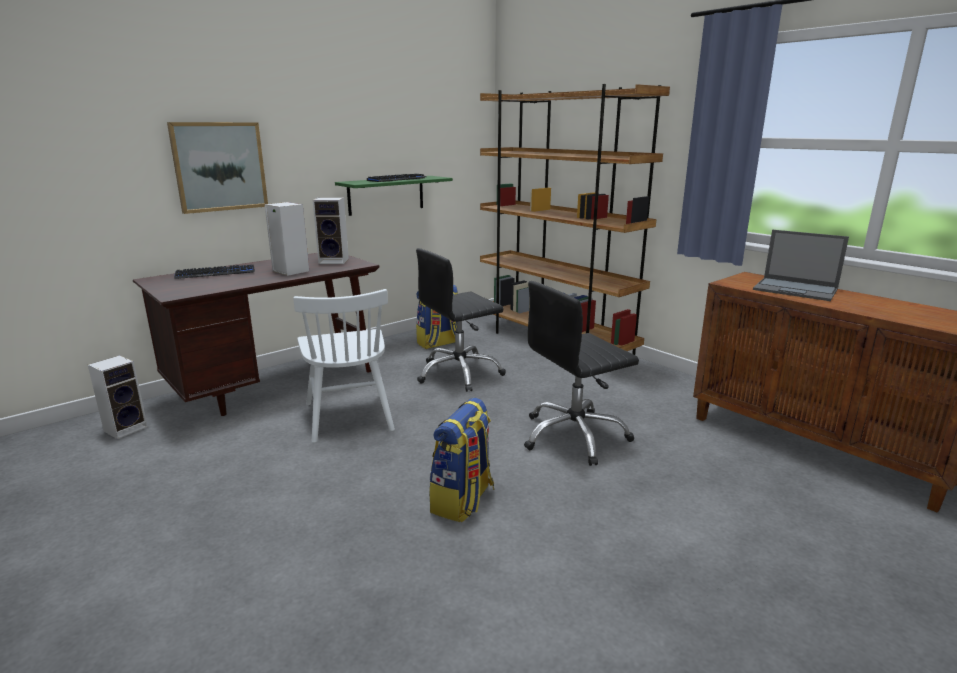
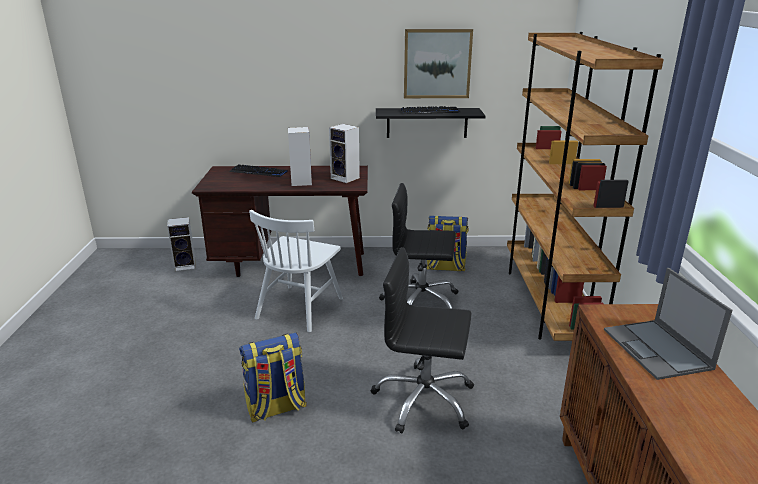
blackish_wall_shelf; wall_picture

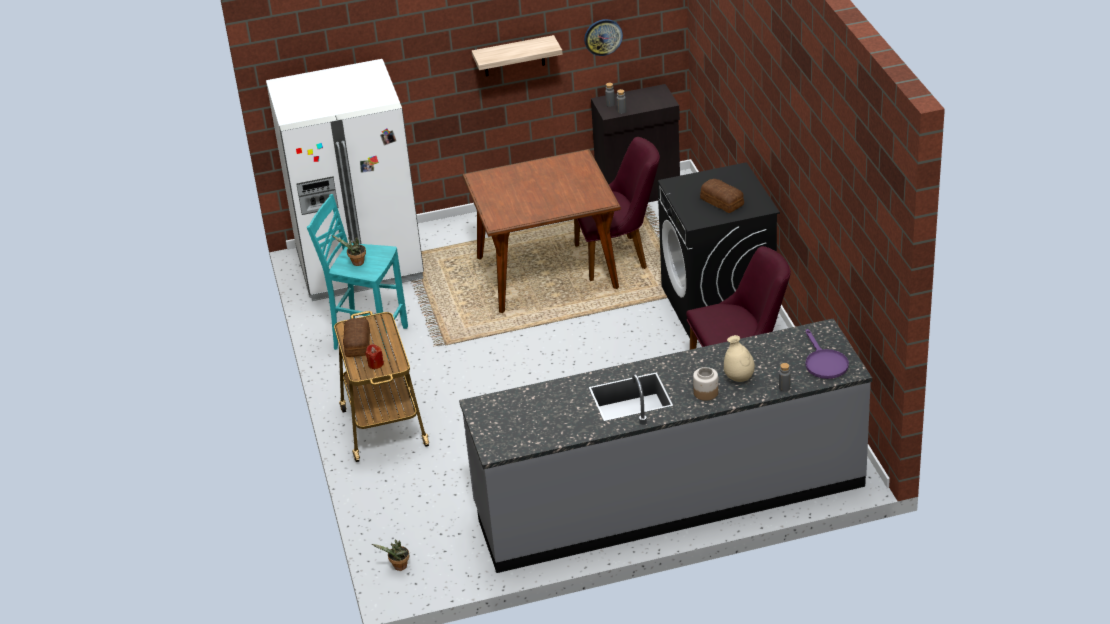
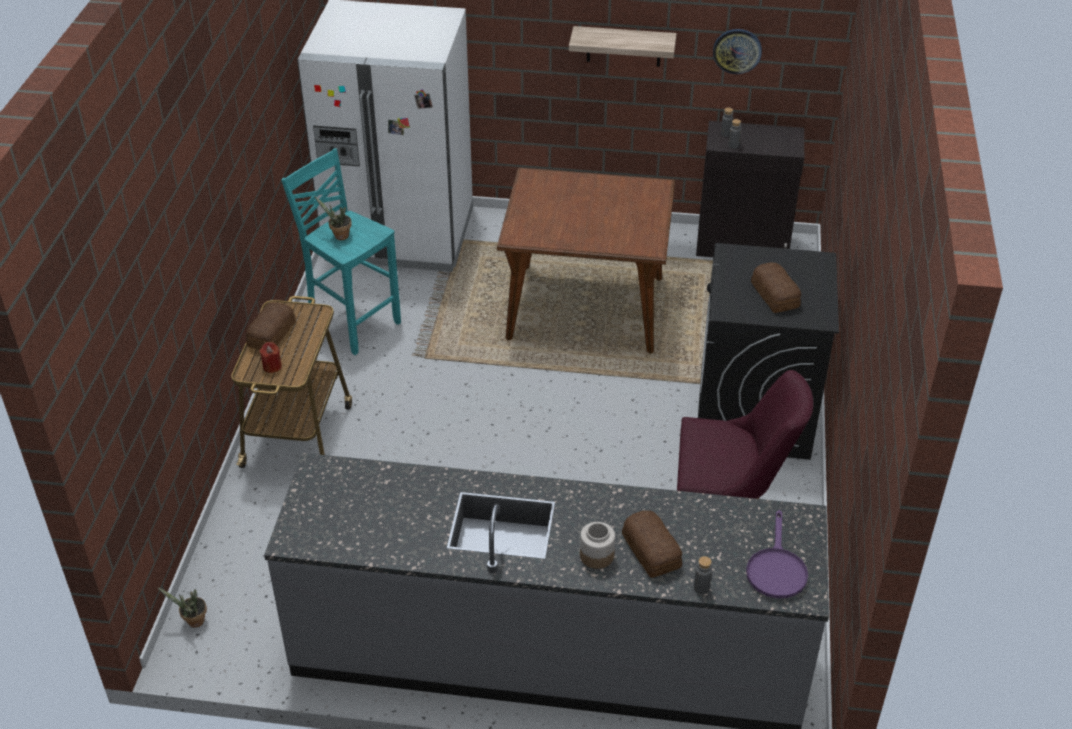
bakery_bread (2nd from left); purplish_upright_chair (1st from left in the first image)

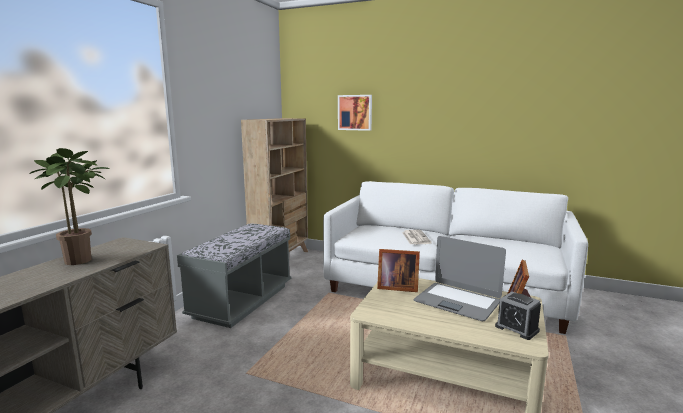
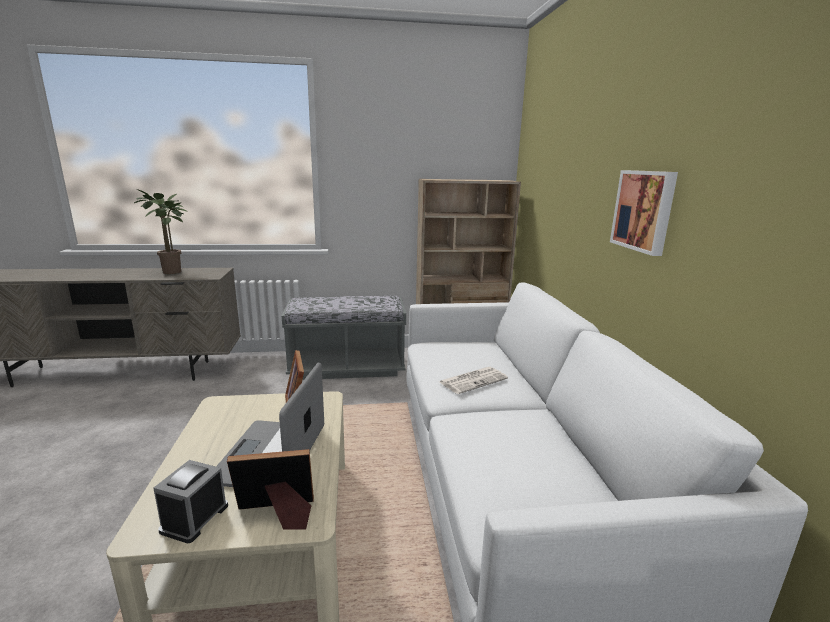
wall_picture

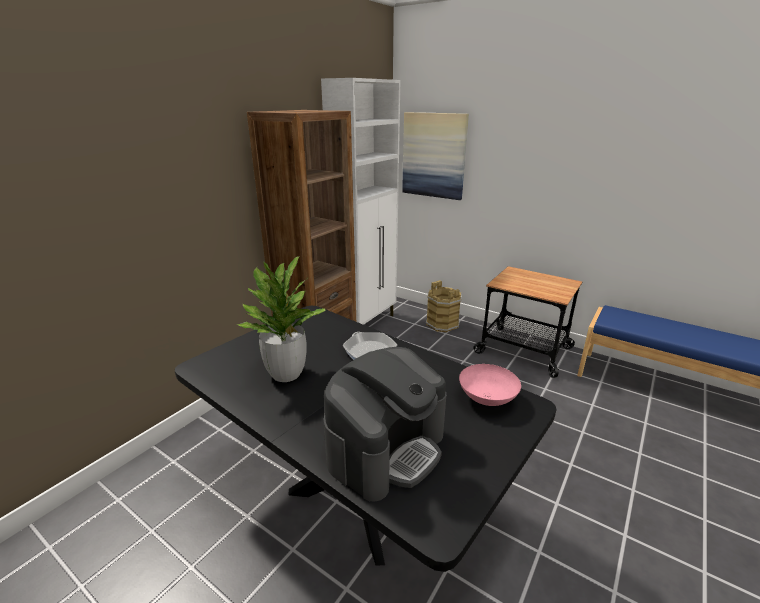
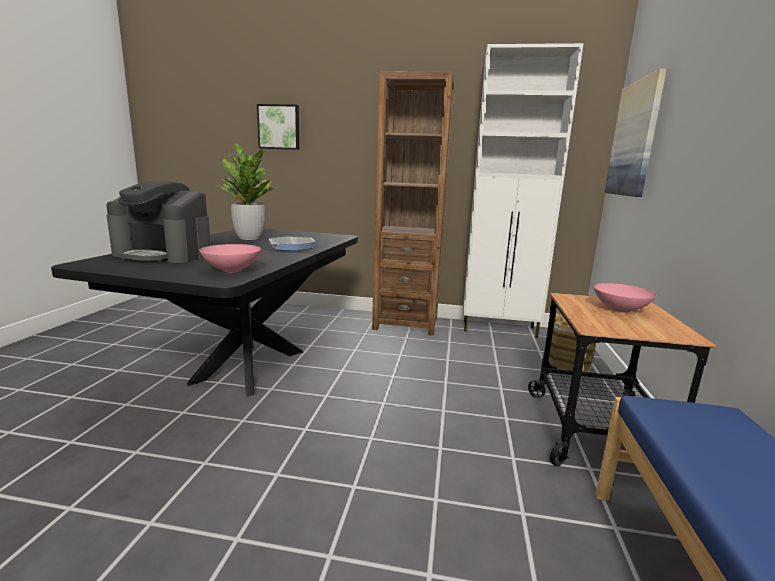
wall_picture (1st from left); pink-coloured_bowl (2nd from left)

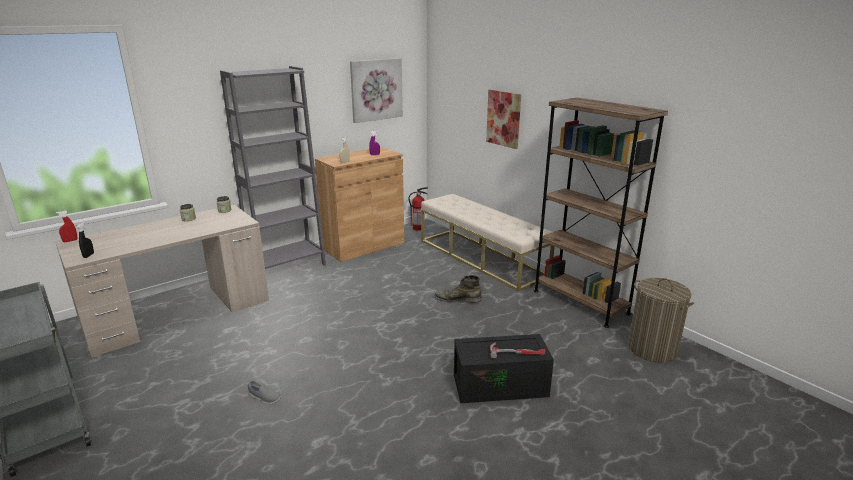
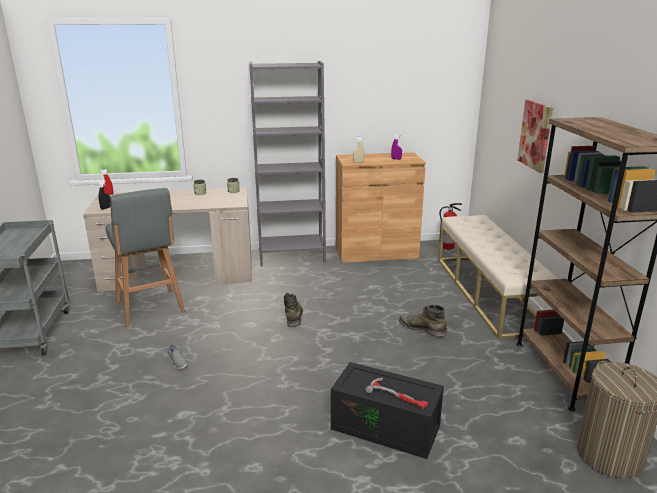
greyish_stool_seat; green_tall_boot (1st from left); wall_picture (1st from left in the first image)

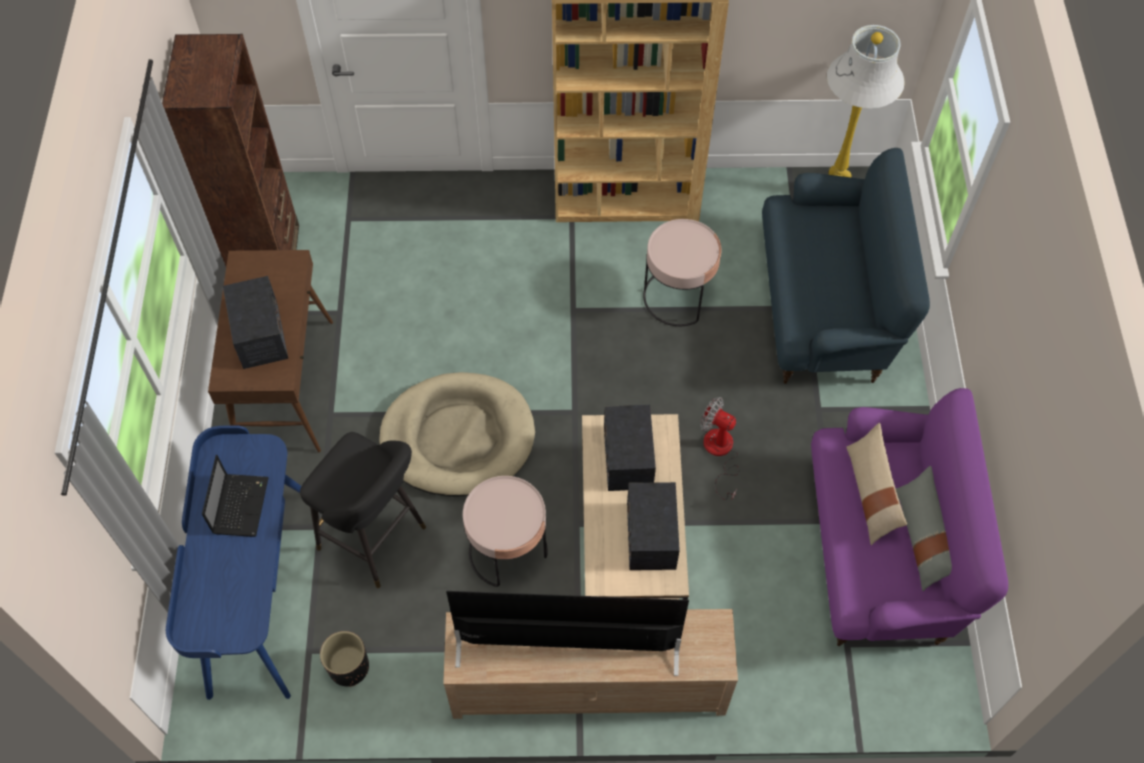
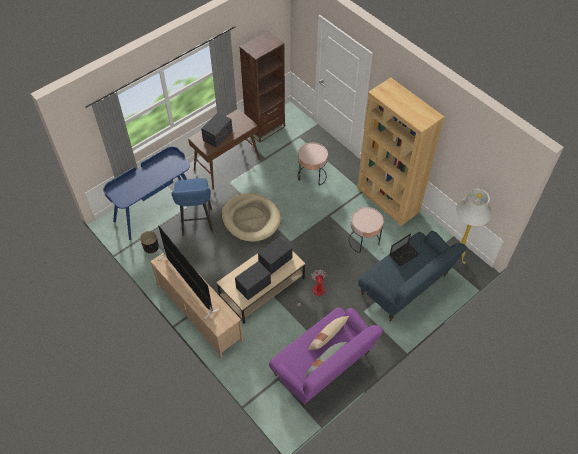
bluish_stool_seat; pink-coloured_accent_table (1st from left); laptop

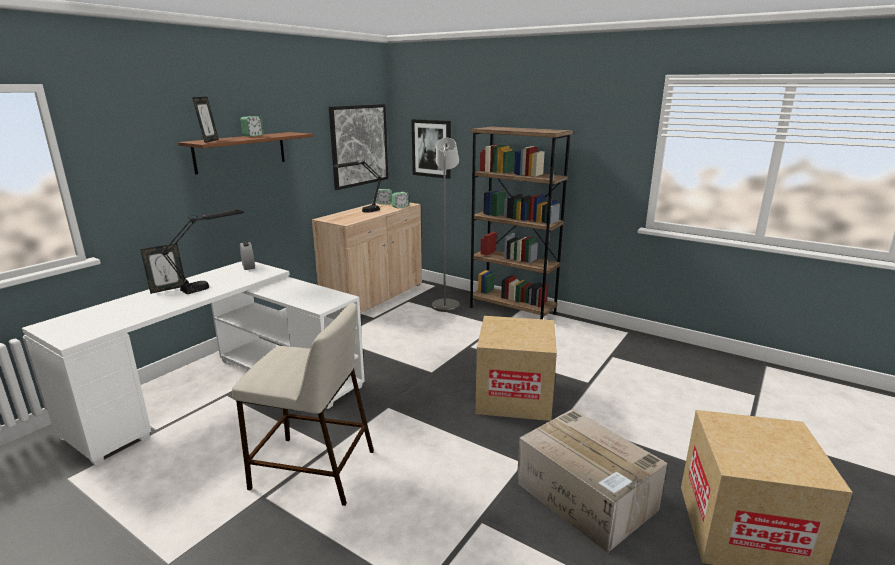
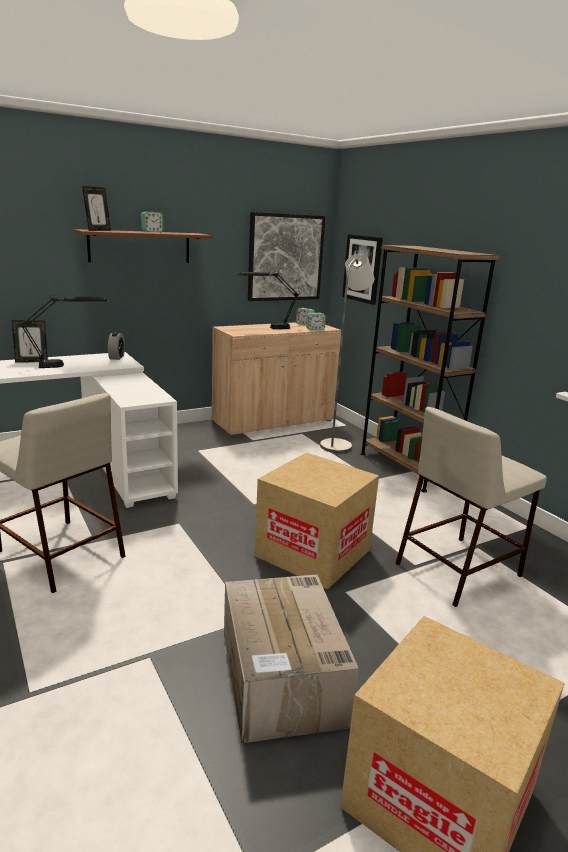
beige-coloured_stool_seat (2nd from left)

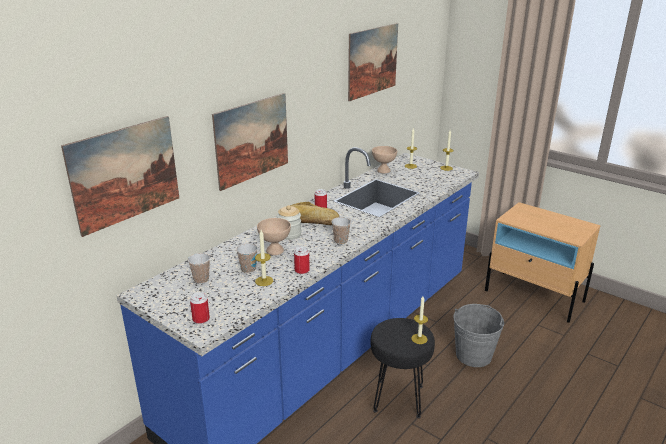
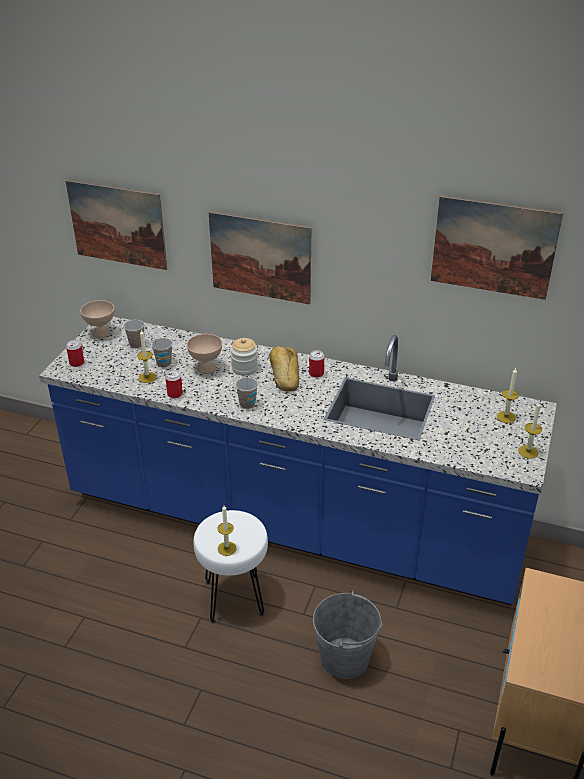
beige-coloured_bowl (1st from left); white_stool_seat

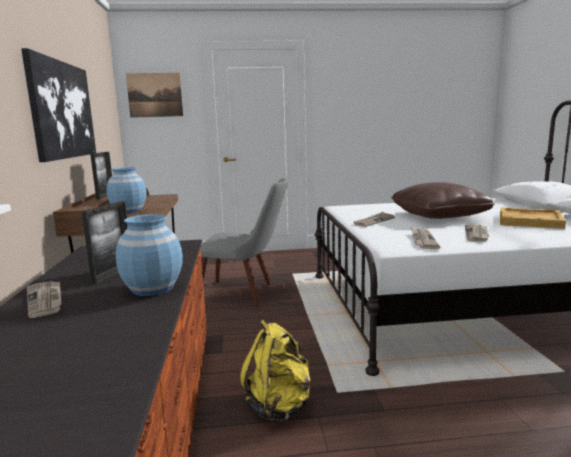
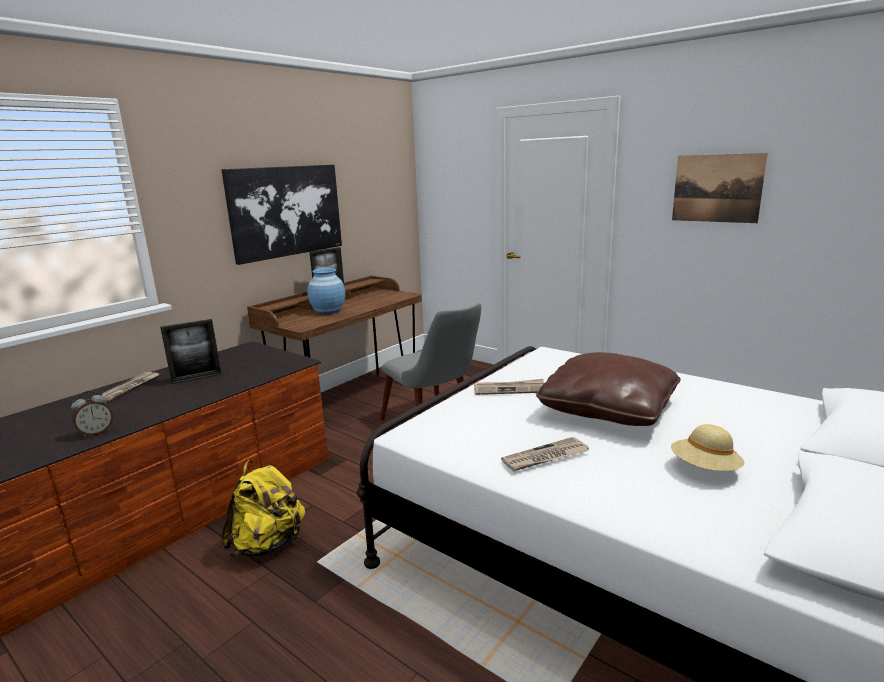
table_clock; beige-coloured_wearable_hat; wall_picture (2nd from left); bluish_flower_vase (2nd from left in the first image); newspaper (3rd from left in the first image)

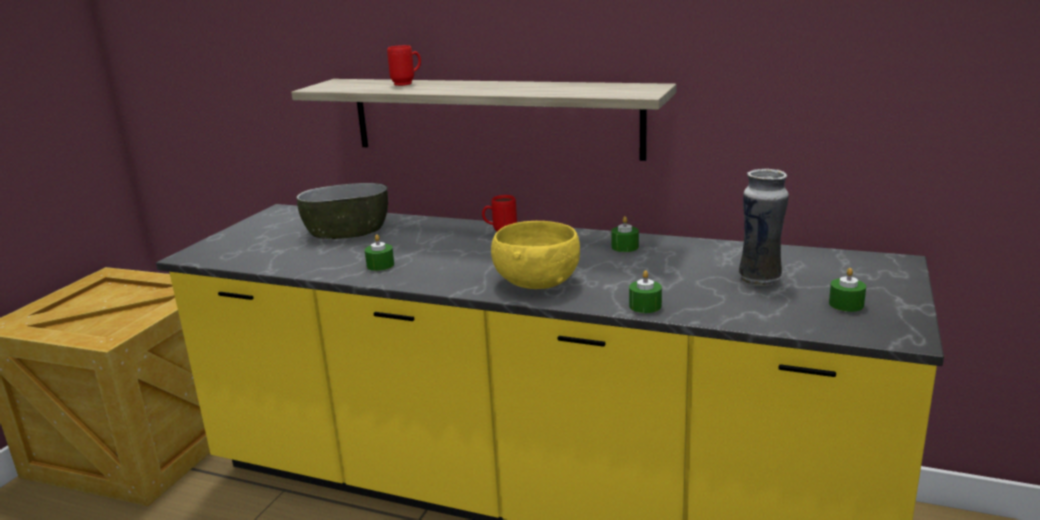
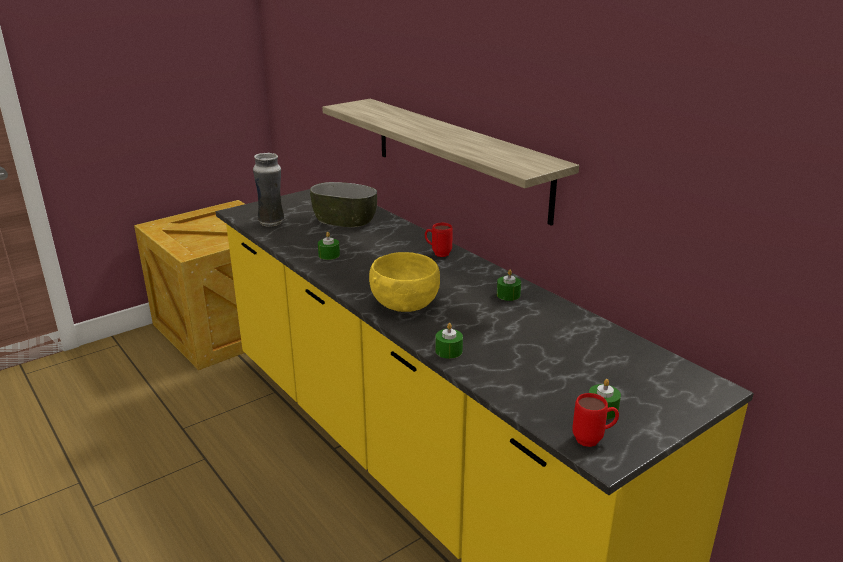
flower_vase; red_tea_mug (2nd from left)

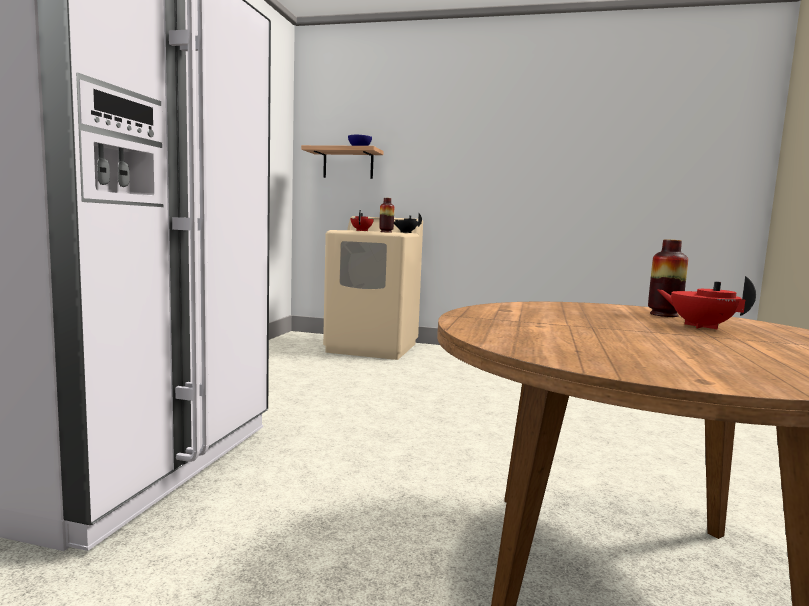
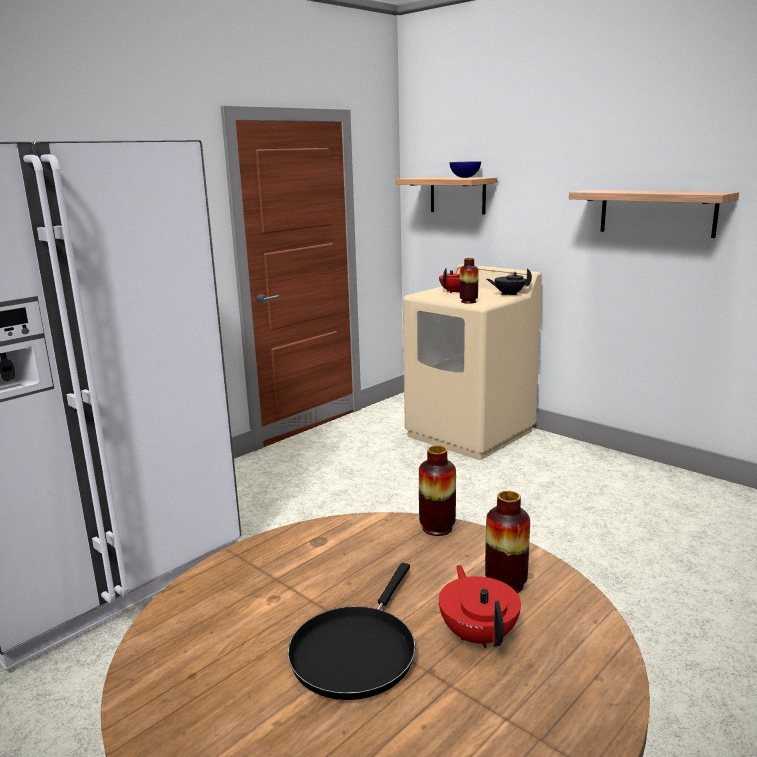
blackish_frying_pan; flower_vase (1st from left); wall_shelf (2nd from left)

